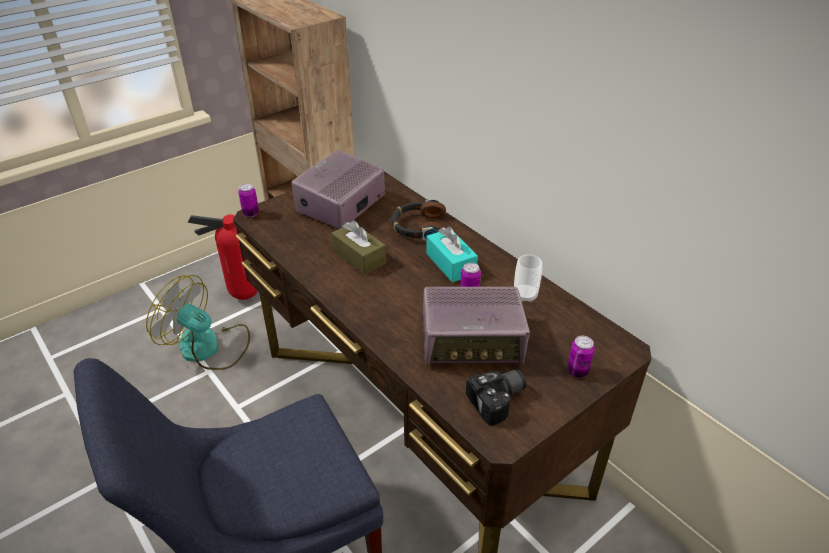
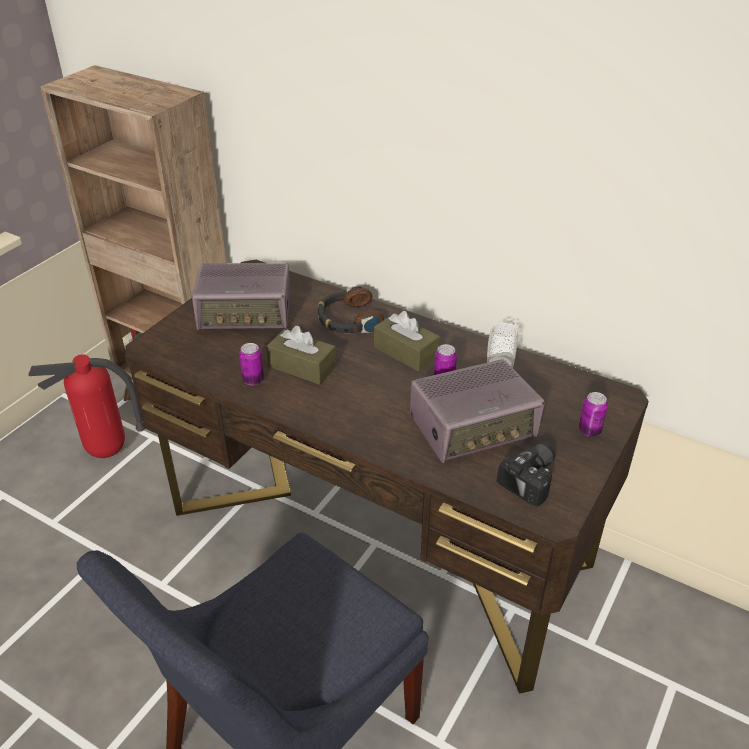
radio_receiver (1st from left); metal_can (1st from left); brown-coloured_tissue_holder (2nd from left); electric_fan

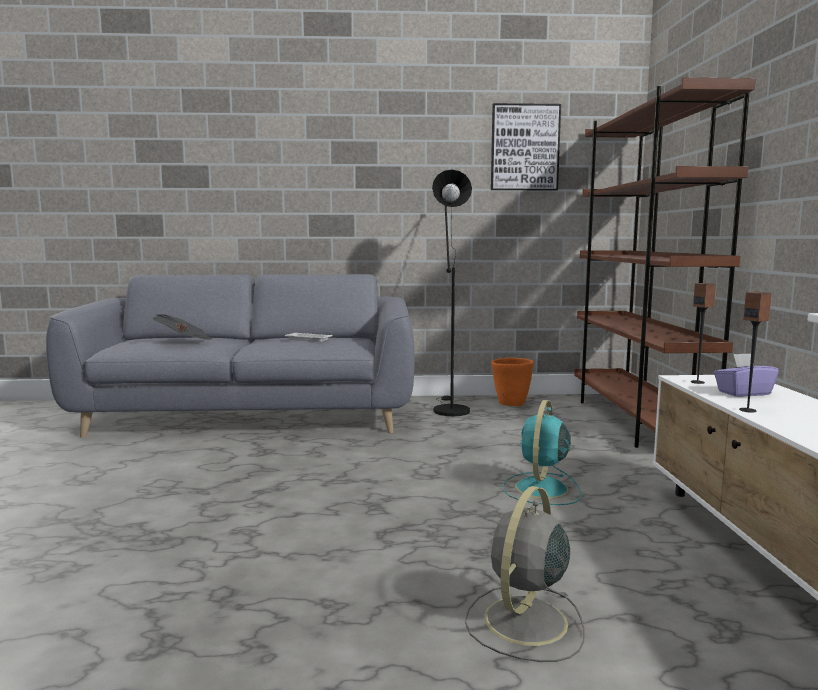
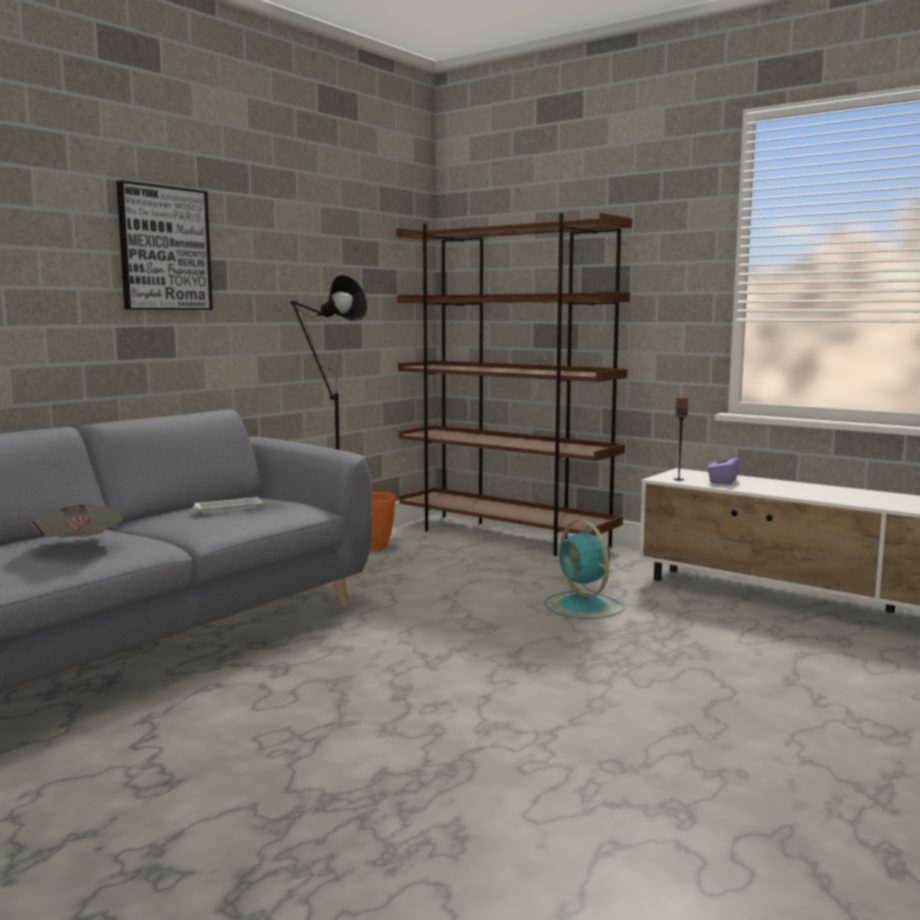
wall_picture; greyish_electric_fan; audio_speaker (2nd from left in the first image)

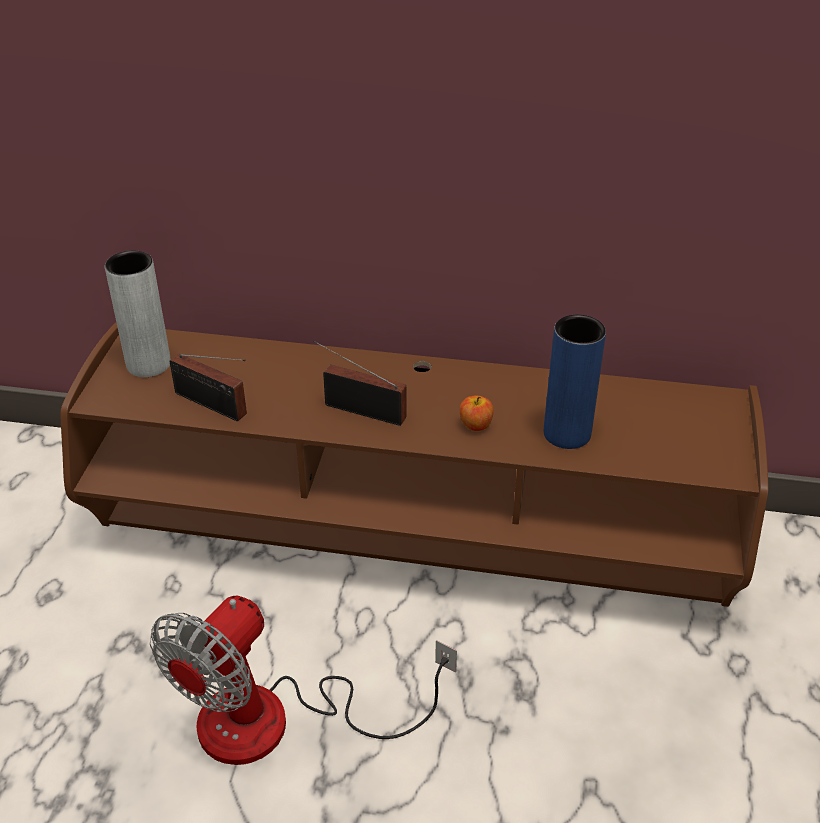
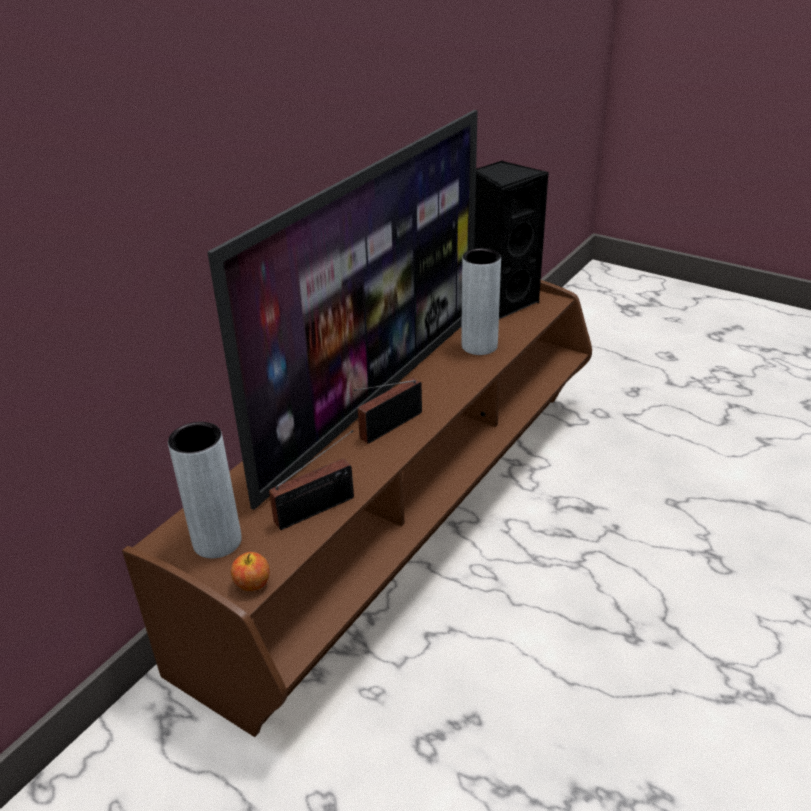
TV; whole_apple; greyish_flower_vase (2nd from left); blackish_audio_speaker; electric_fan

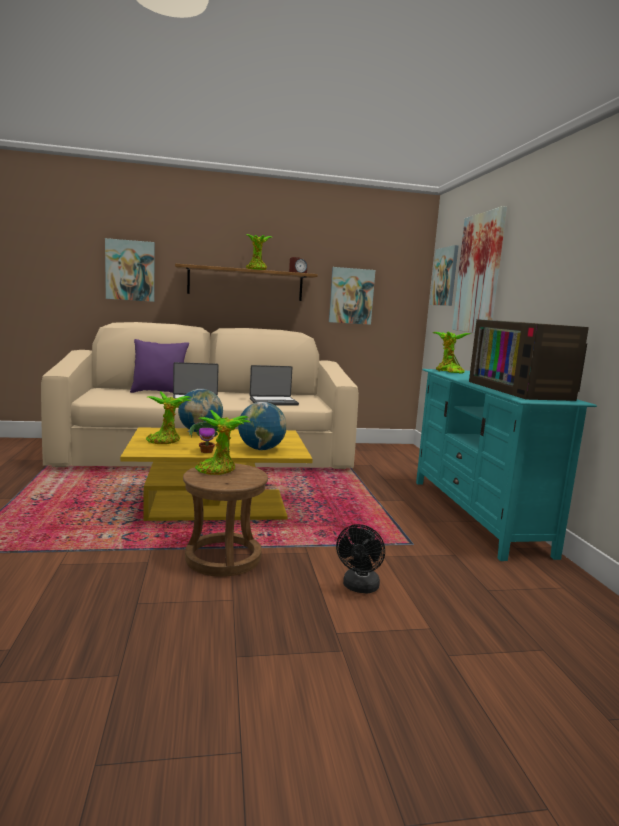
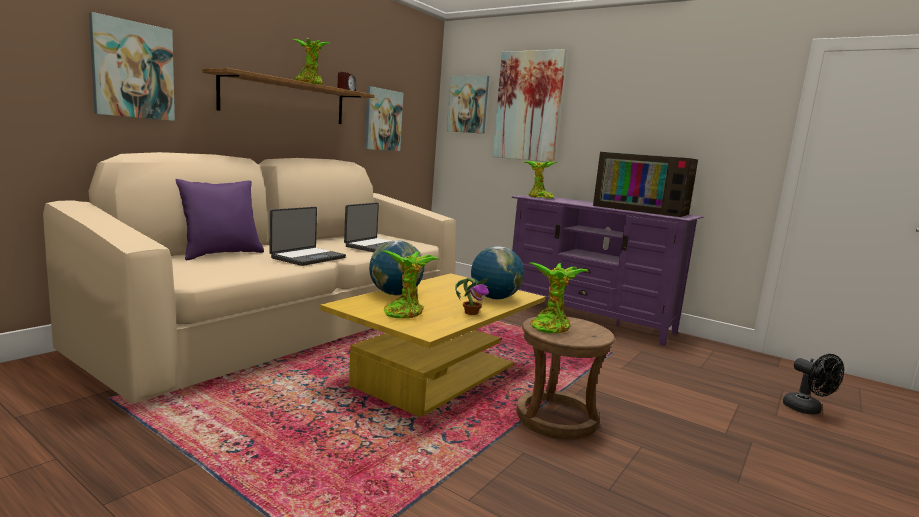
purplish_tv_stand; blackish_electric_fan

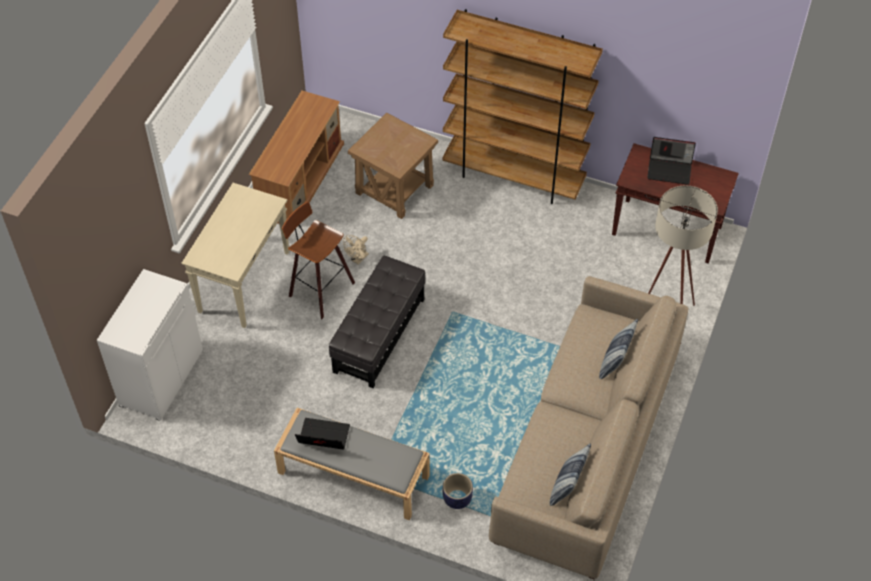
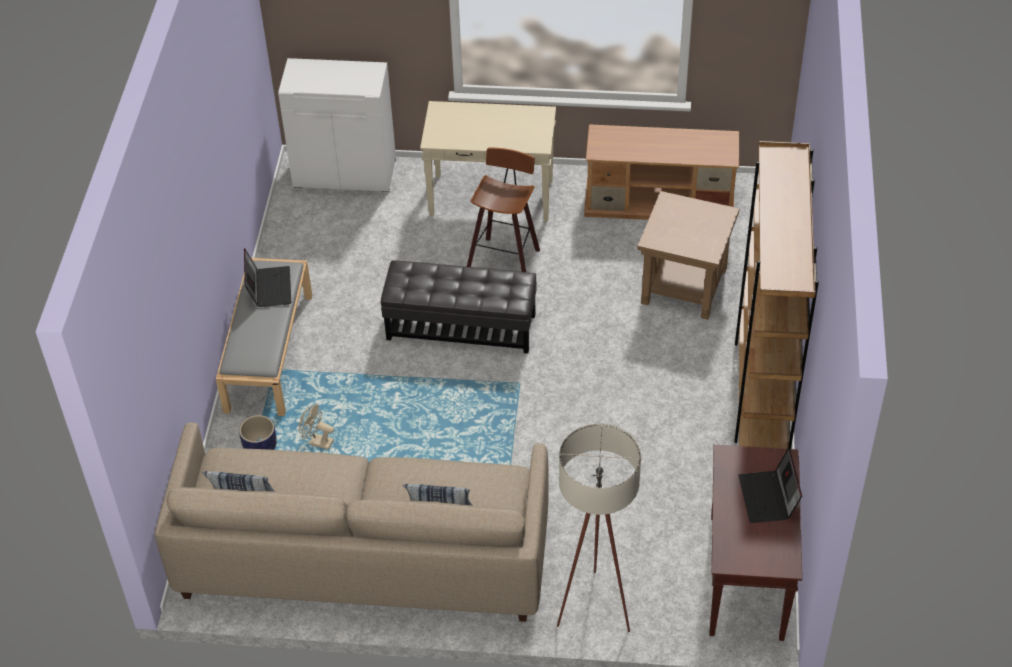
beige-coloured_electric_fan

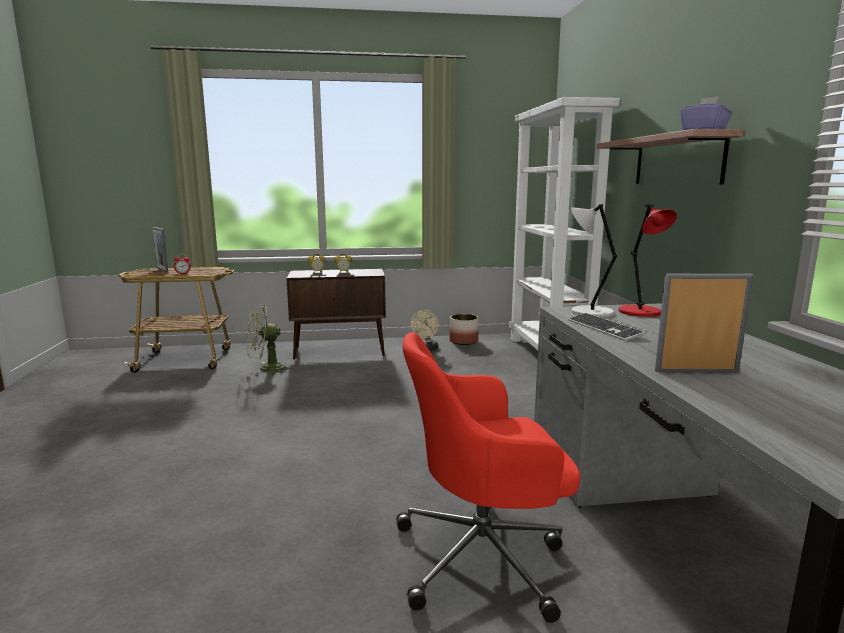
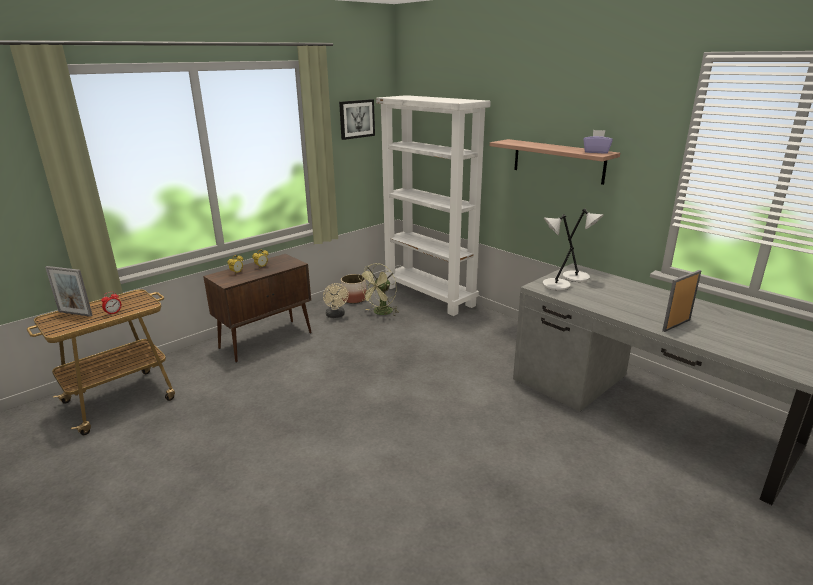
wall_picture; green_electric_fan; greyish_tabletop_lamp (2nd from left); red_computer_chair; computer_keyboard

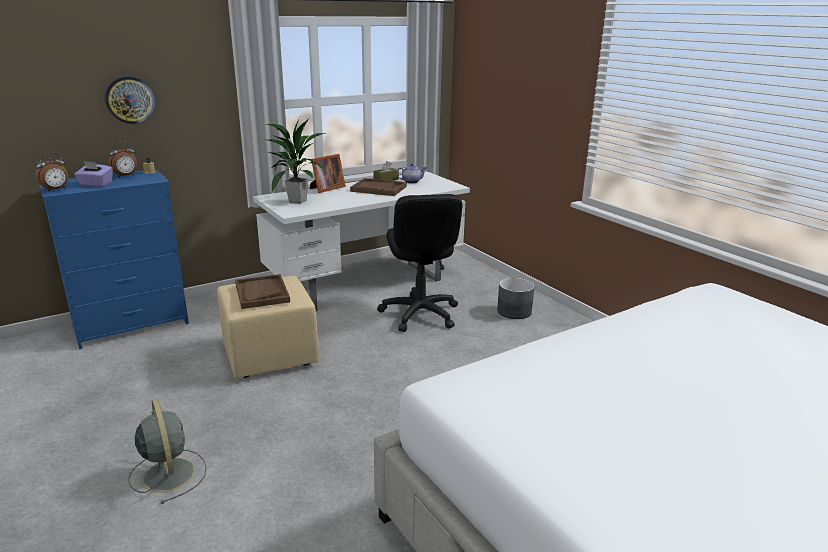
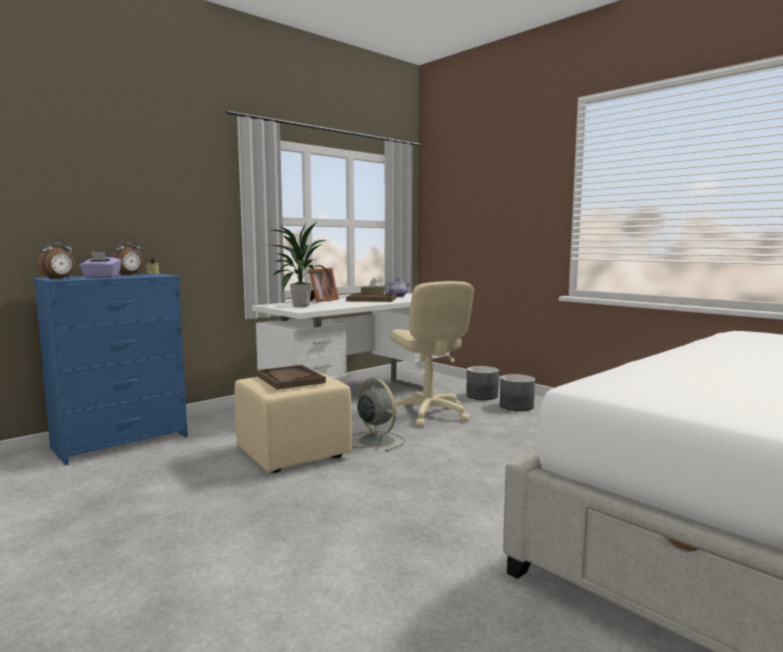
greyish_electric_fan; beige-coloured_computer_chair; greyish_plant_pot (1st from left); hanging_clock

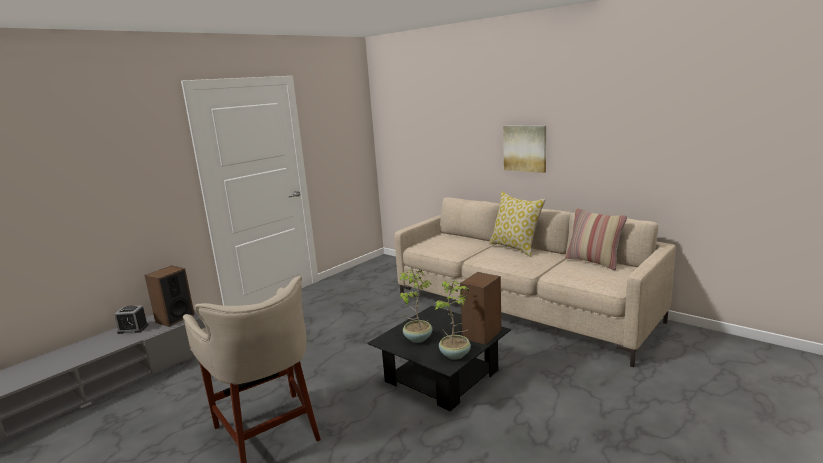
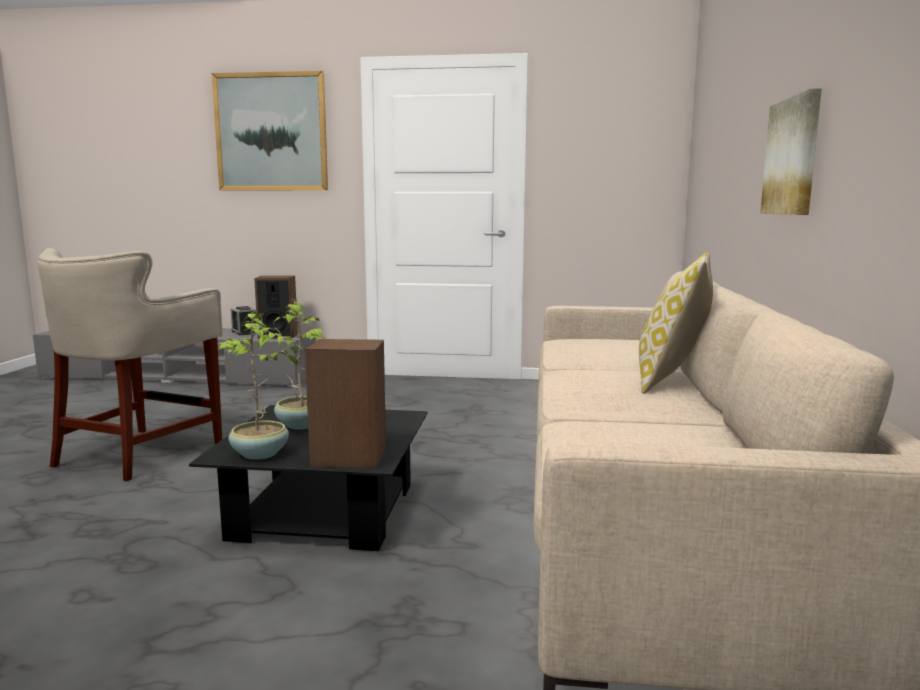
wall_picture (1st from left); pillow (2nd from left in the first image)

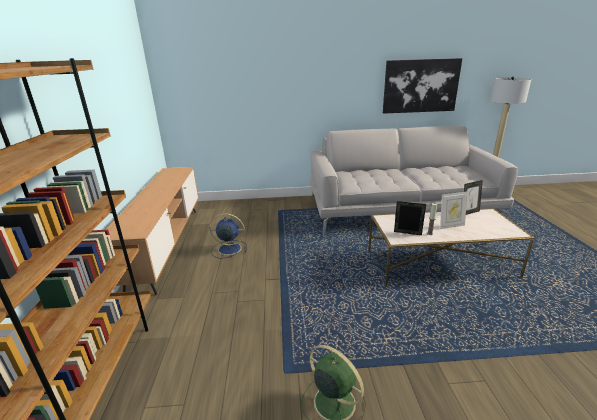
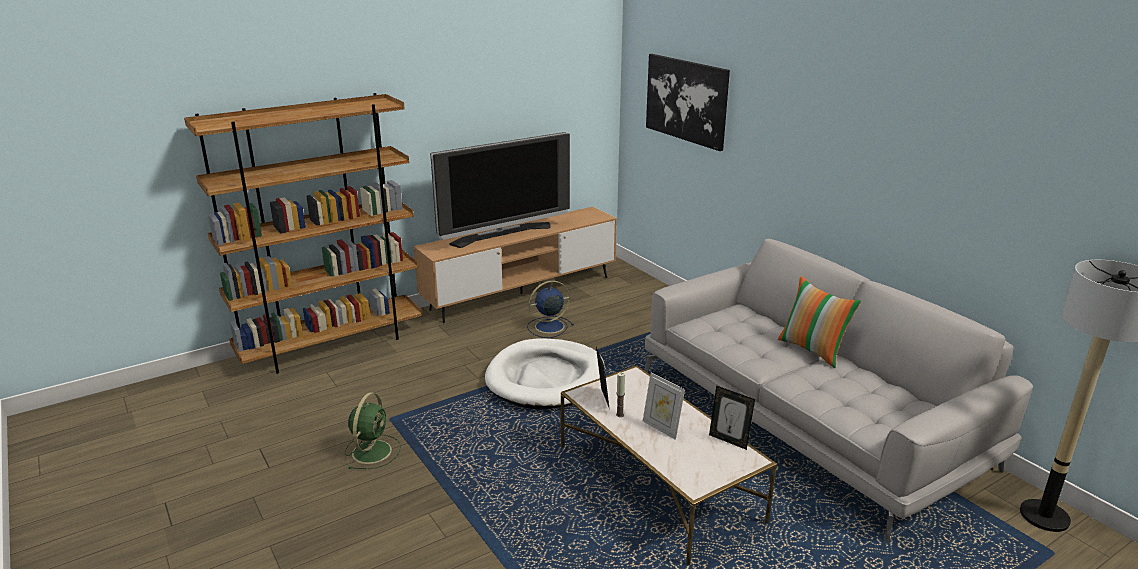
TV; white_dog_bed; bluish_electric_fan; wall_picture; pillow

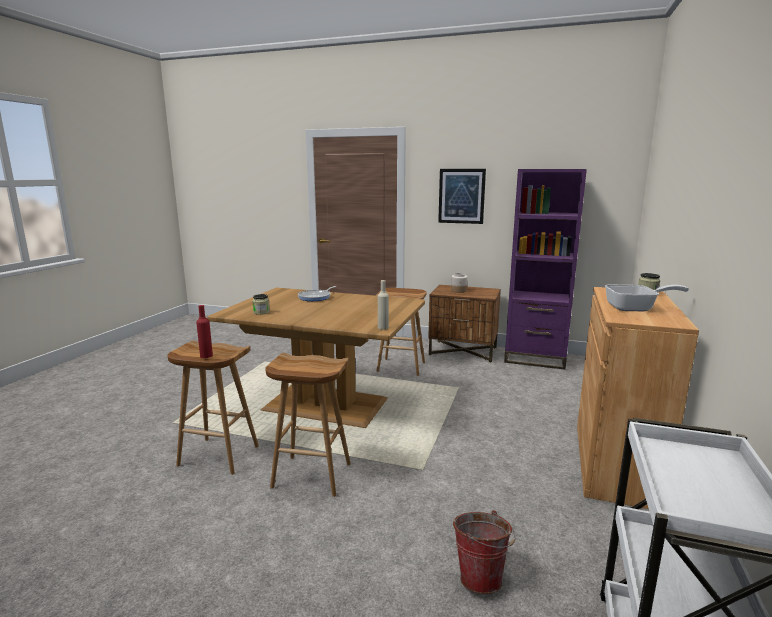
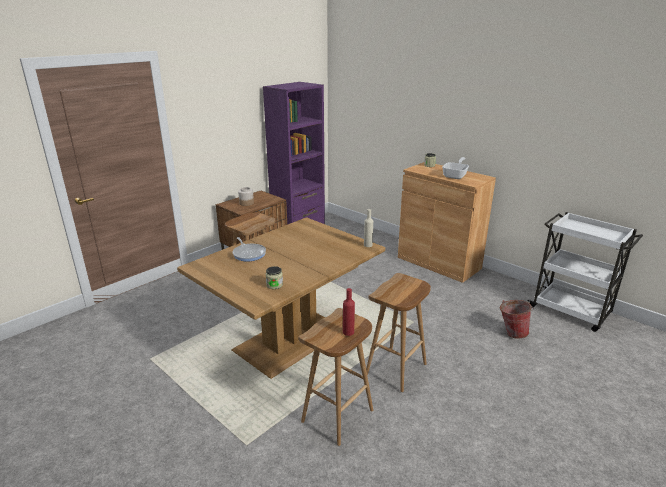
wall_picture

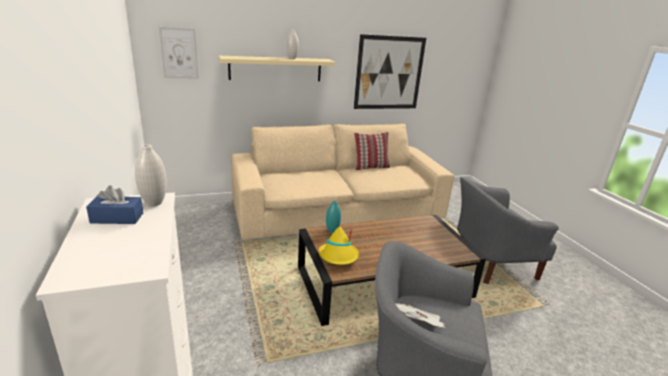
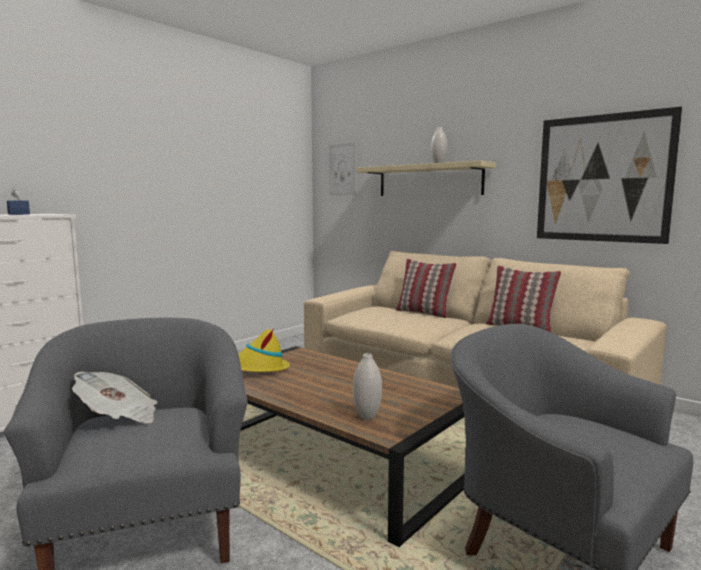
white_flower_vase (1st from left); pillow (1st from left); turquoise-coloured_flower_vase

